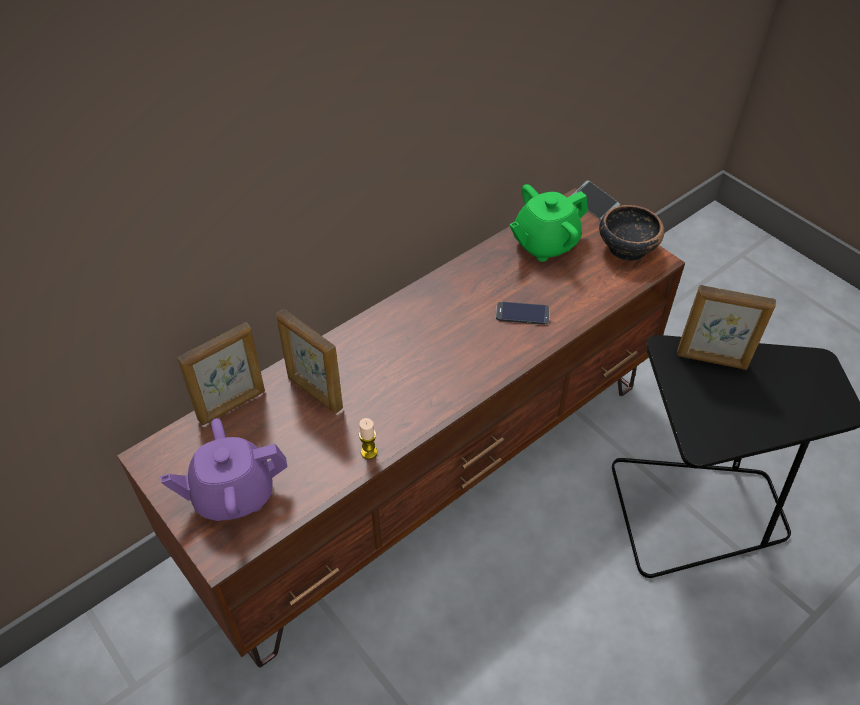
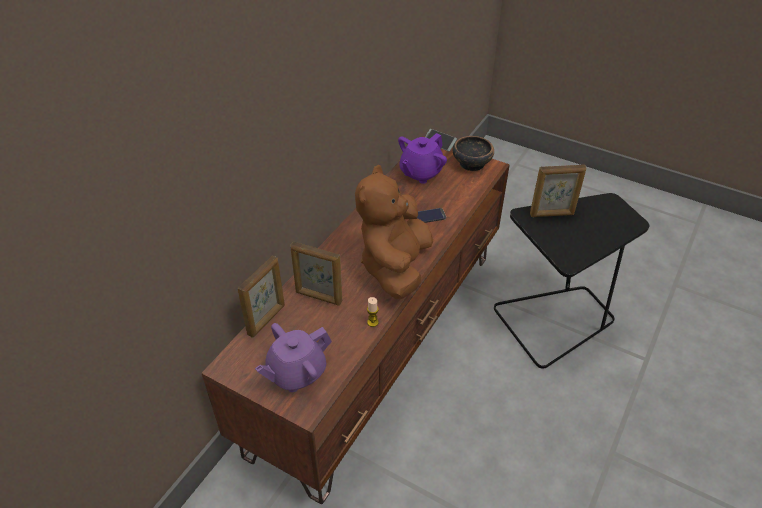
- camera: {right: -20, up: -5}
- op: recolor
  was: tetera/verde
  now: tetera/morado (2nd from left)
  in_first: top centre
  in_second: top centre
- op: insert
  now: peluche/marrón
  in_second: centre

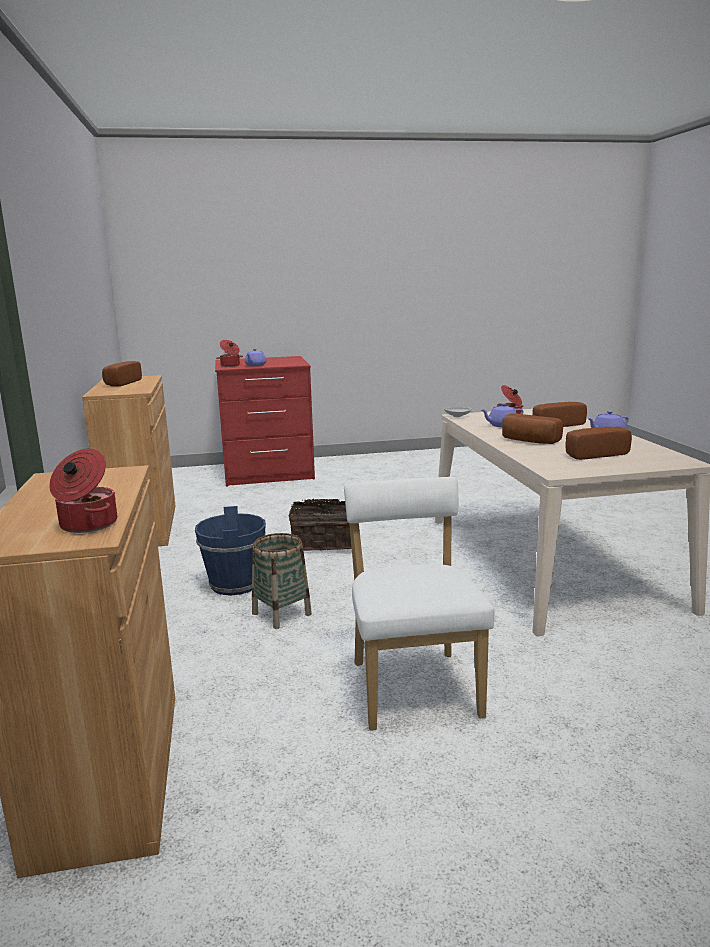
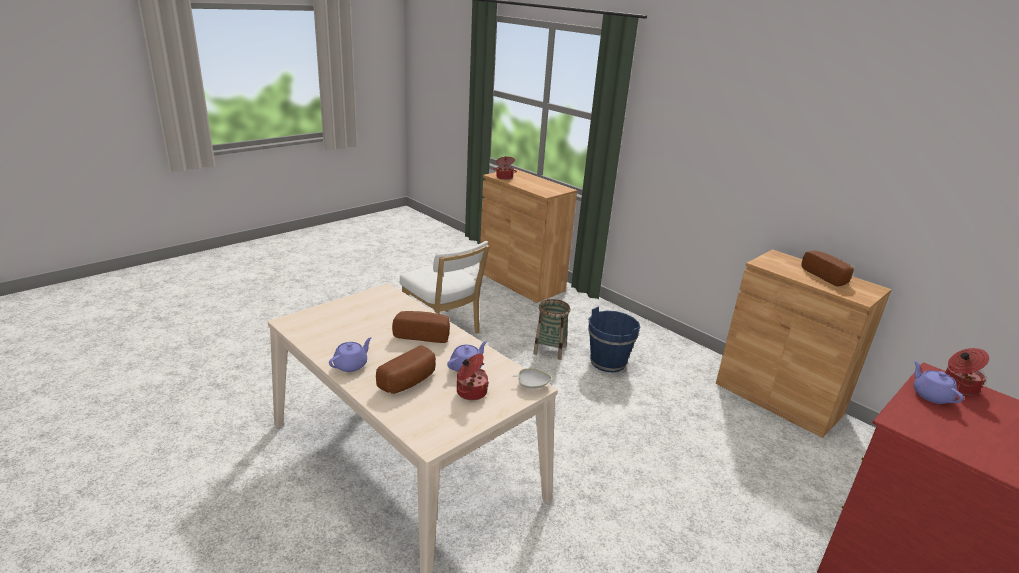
- camera: {right: 145, up: 10}
- op: delete
  was: cesta (2nd from left)
  in_first: centre
- op: delete
  was: pan (4th from left)
  in_first: middle right

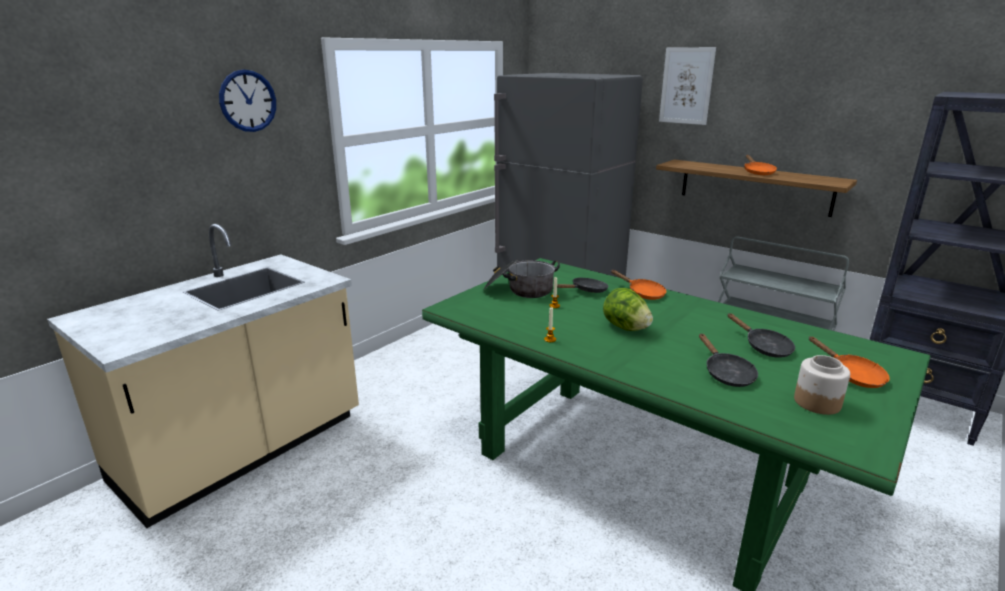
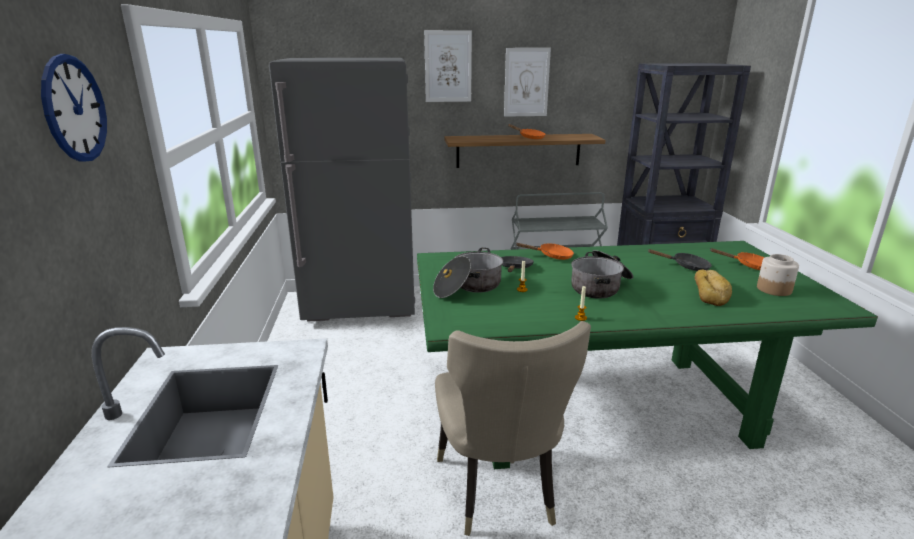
- camera: {right: -45, up: 0}
- op: replace
  was: lechuga
  now: olla (2nd from left)
  in_first: centre
  in_second: centre
- op: replace
  was: sartén/negro (2nd from left)
  now: pan
  in_first: middle right
  in_second: middle right
- op: insert
  now: silla/beis
  in_second: bottom centre
- op: insert
  now: cuadro (2nd from left)
  in_second: top centre

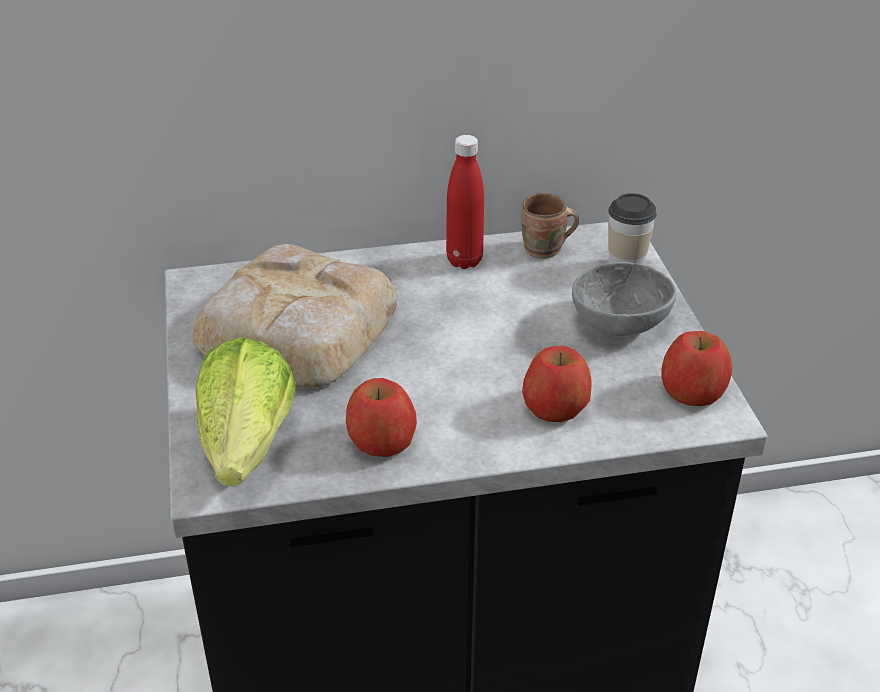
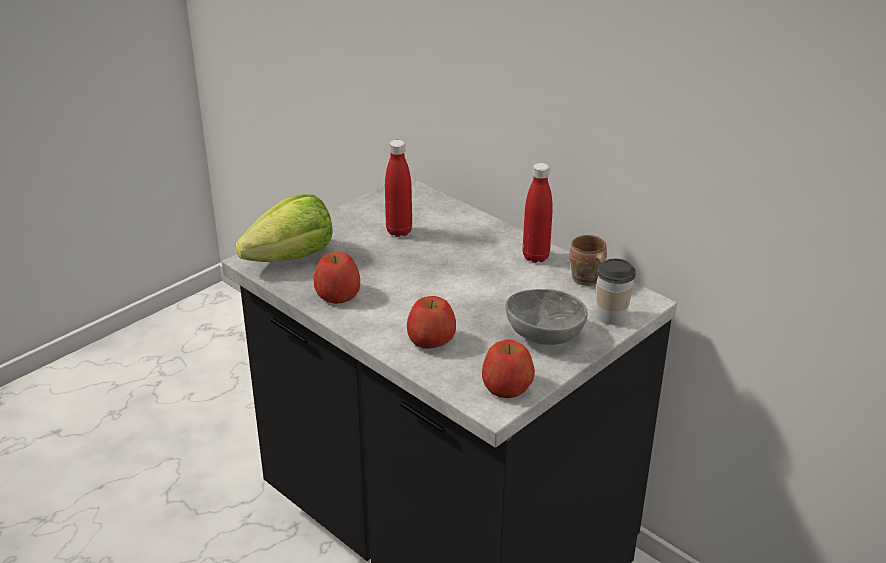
- camera: {right: 55, up: -5}
- op: replace
  was: pan
  now: botella/rojo (1st from left)
  in_first: centre
  in_second: centre

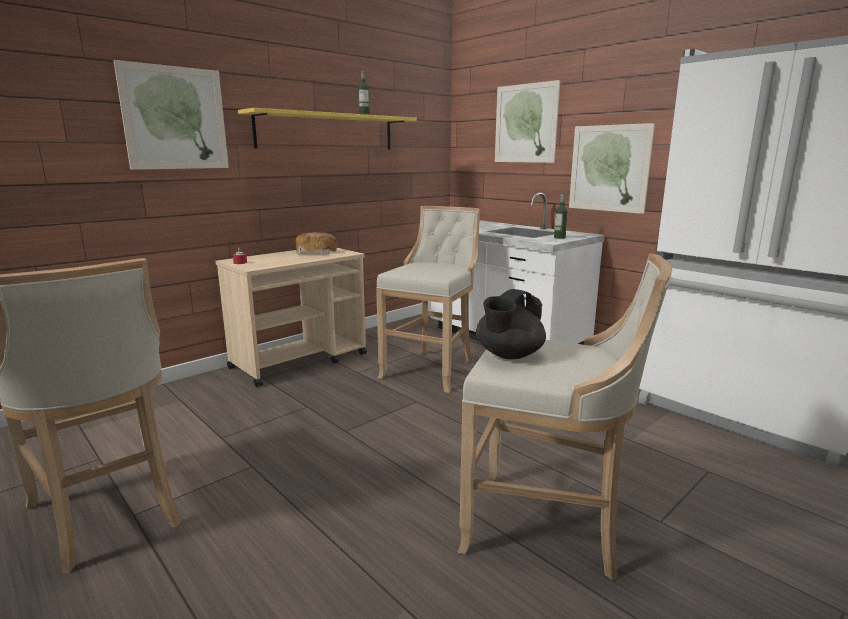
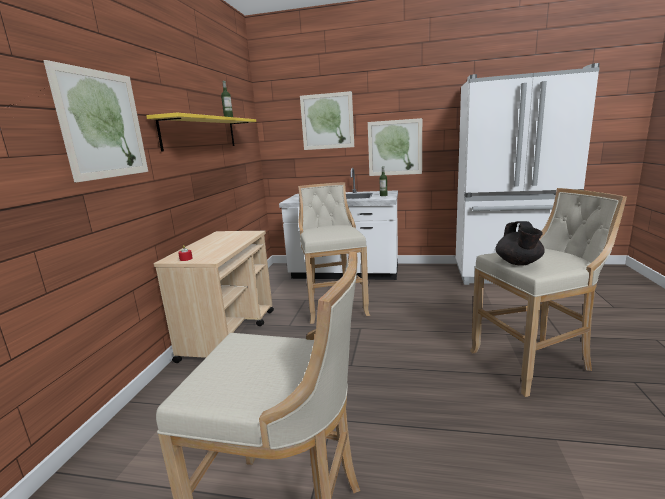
- camera: {right: -35, up: 0}
- op: delete
  was: pan
  in_first: centre

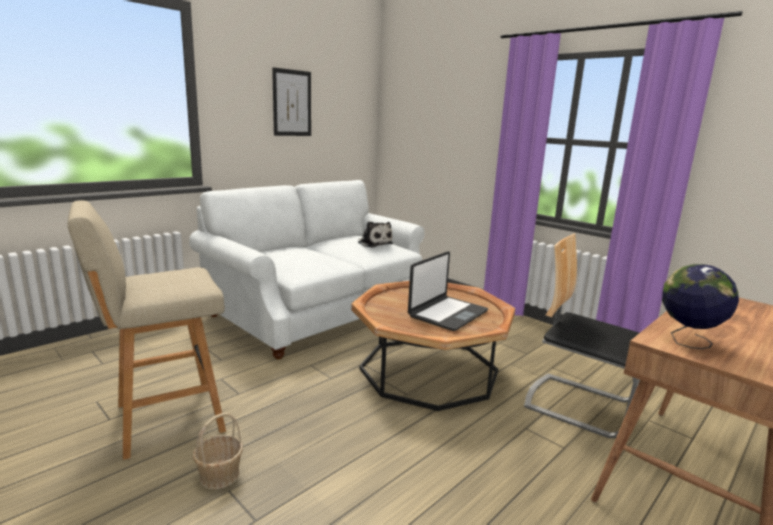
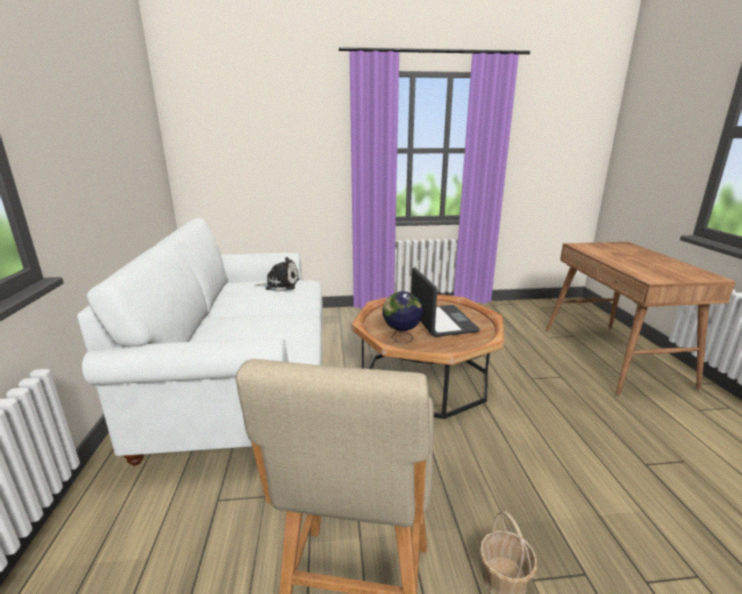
- camera: {right: -50, up: 5}
- op: delete
  was: cuadro
  in_first: top centre
- op: delete
  was: silla
  in_first: middle right
- op: move
  was: globo terráqueo
  in_first: middle right
  in_second: centre

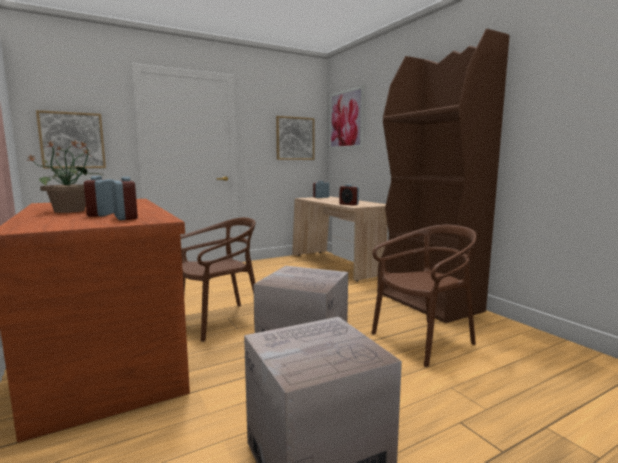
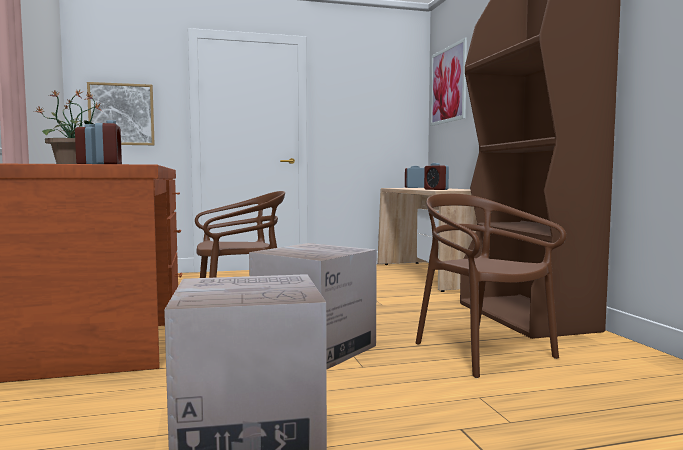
- camera: {right: 15, up: -5}
- op: delete
  was: cuadro (2nd from left)
  in_first: top centre
- op: rotate
  was: silla/marrón (2nd from left)
  in_first: middle right
  in_second: middle right
  clockwise: -105

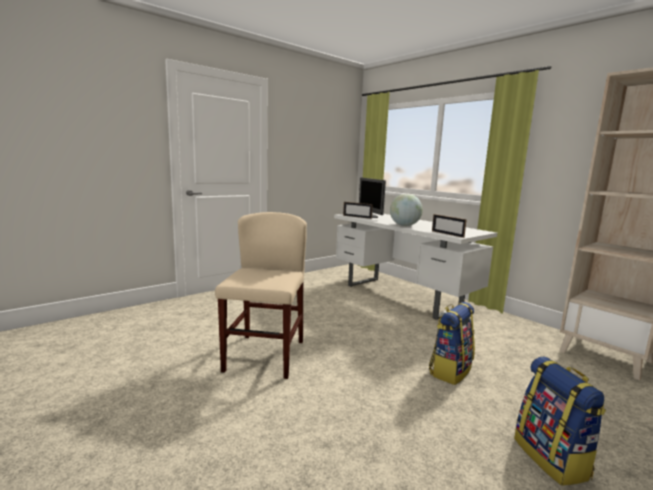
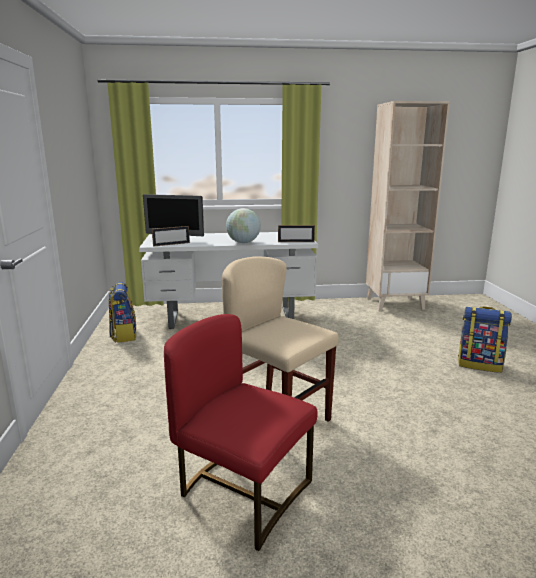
- camera: {right: -55, up: 5}
- op: move
  was: mochila (1st from left)
  in_first: bottom right
  in_second: middle left
- op: insert
  now: silla/rojo
  in_second: bottom centre

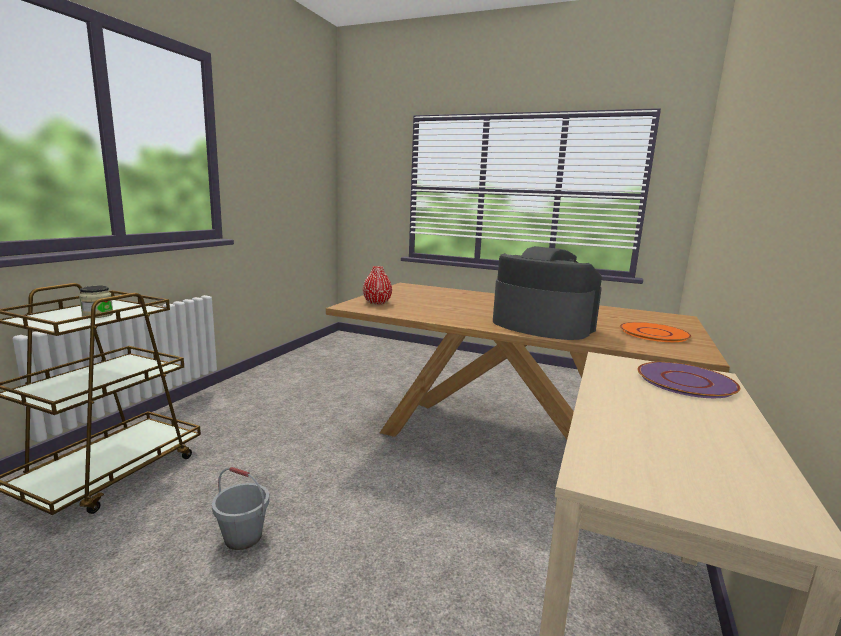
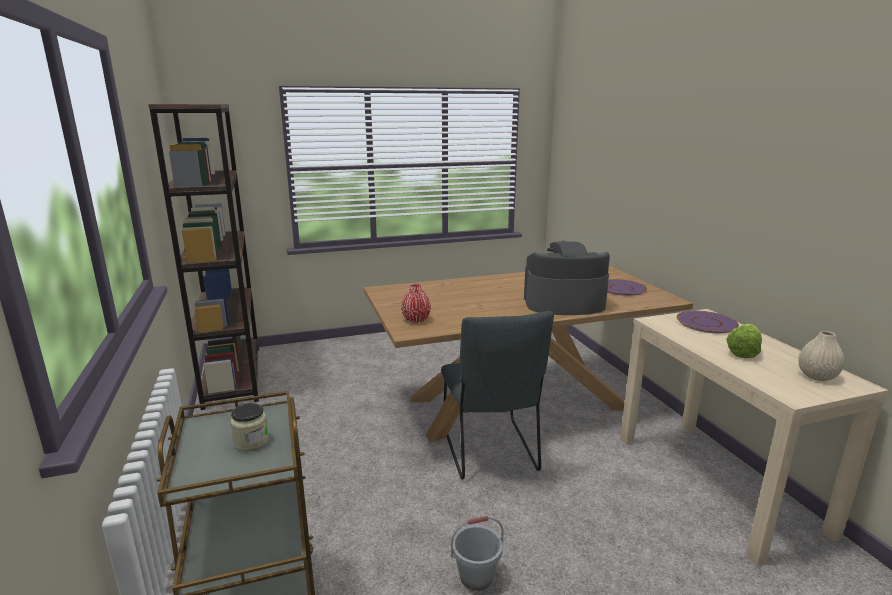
- camera: {right: -40, up: 5}
- op: recolor
  was: plato/naranja
  now: plato/morado (1st from left)
  in_first: middle right
  in_second: middle right
- op: insert
  now: estantería/marrón
  in_second: middle left
- op: insert
  now: silla/gris
  in_second: centre
- op: insert
  now: lechuga
  in_second: middle right
- op: insert
  now: florero/beis
  in_second: middle right

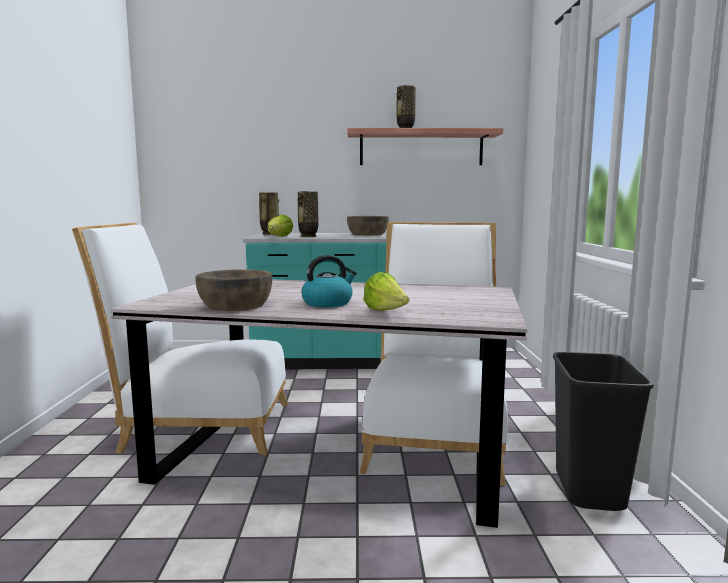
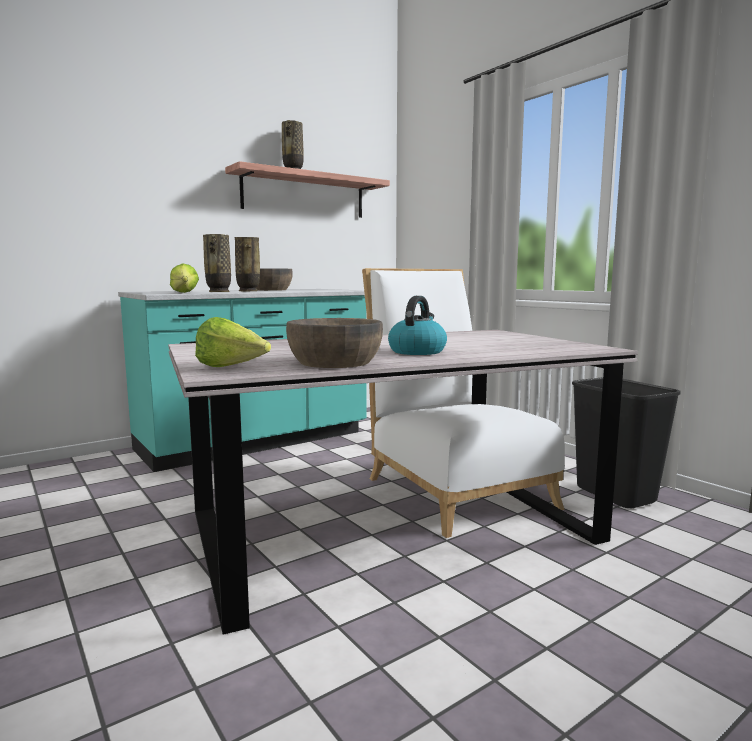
- camera: {right: -35, up: 0}
- op: delete
  was: silla/blanco (1st from left)
  in_first: middle left
- op: move
  was: florero (1st from left in the first image)
  now: florero (2nd from left)
  in_first: centre
  in_second: middle left
- op: move
  was: lechuga (2nd from left)
  in_first: centre
  in_second: middle left

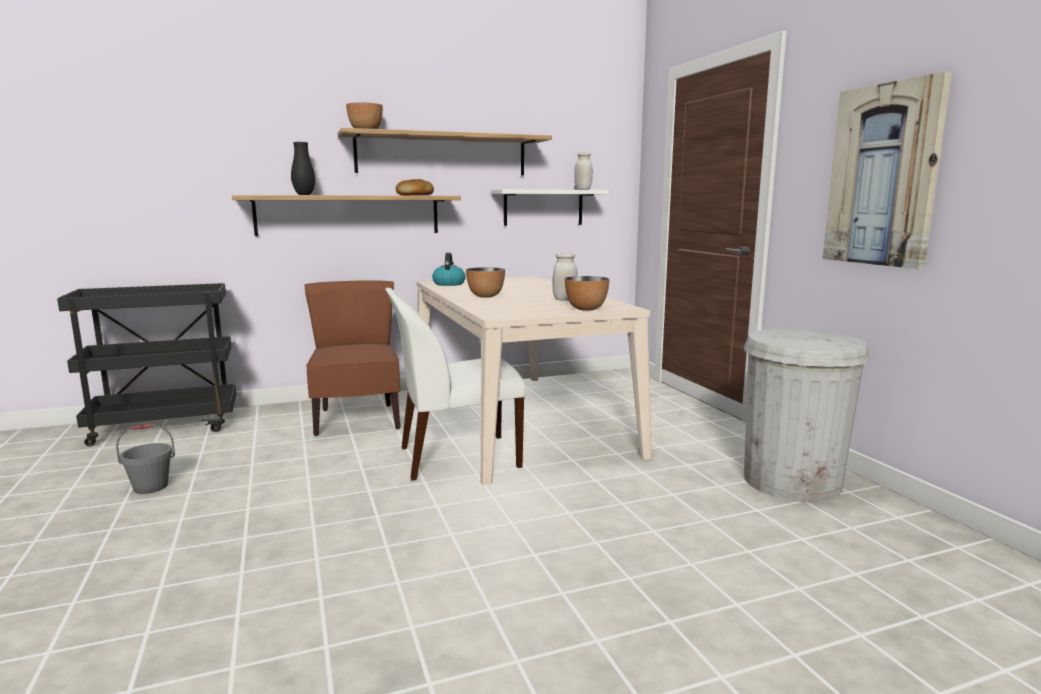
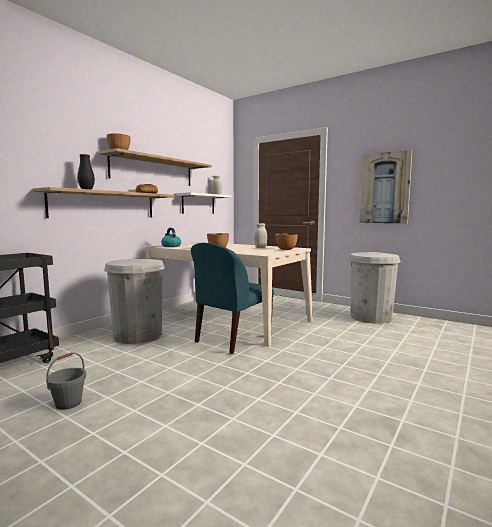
- camera: {right: -35, up: -5}
- op: replace
  was: silla/marrón
  now: papelera/blanco (1st from left)
  in_first: centre
  in_second: middle left
- op: recolor
  was: silla/blanco
  now: silla/azul
  in_first: centre
  in_second: centre

